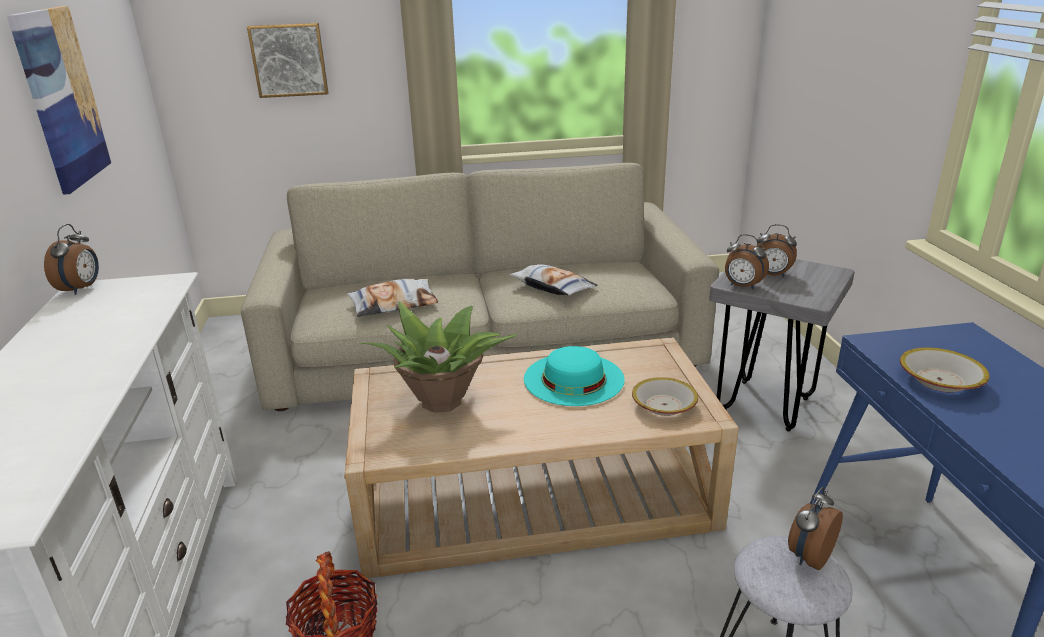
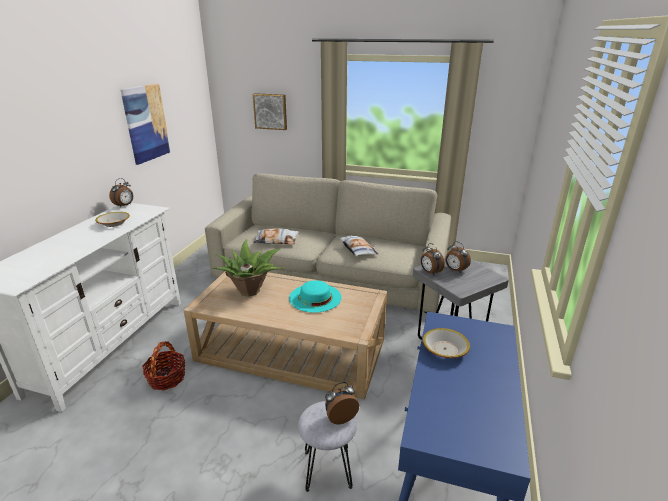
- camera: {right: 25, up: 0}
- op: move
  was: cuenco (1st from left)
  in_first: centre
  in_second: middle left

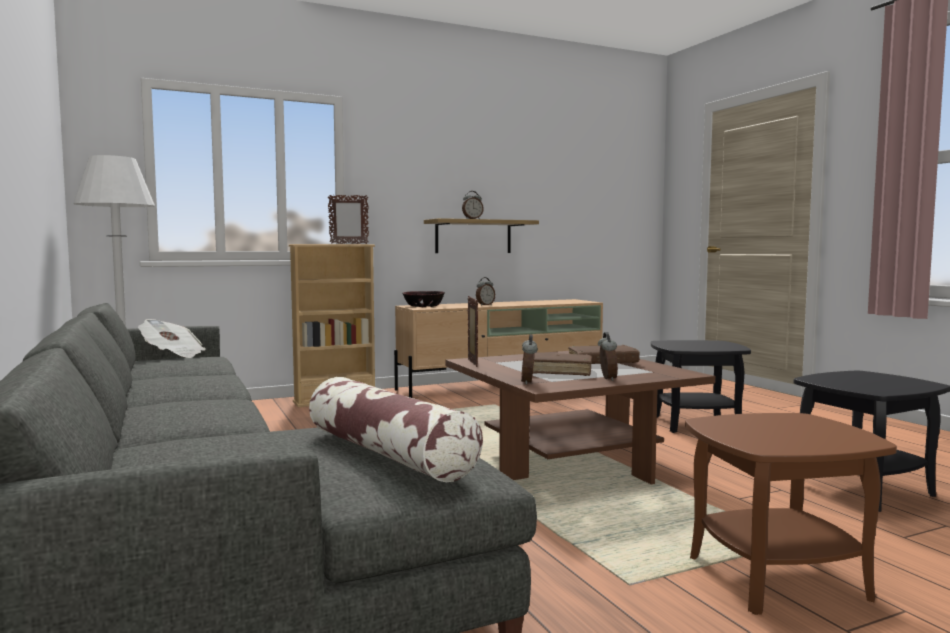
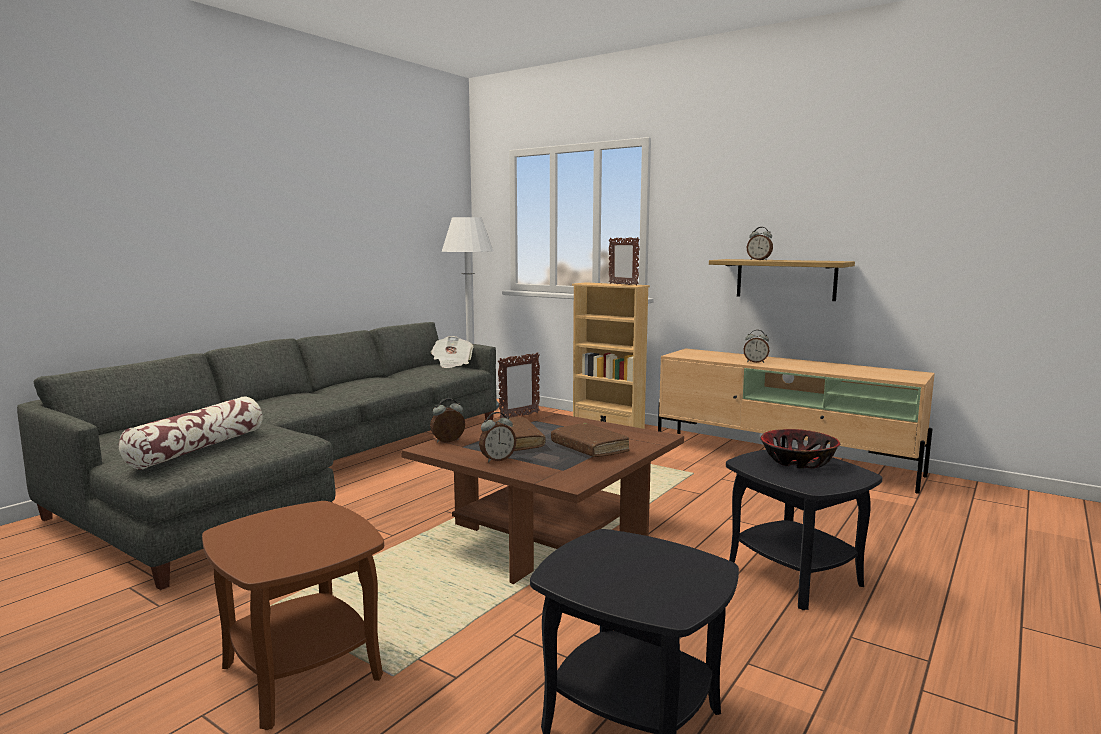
- camera: {right: 60, up: 5}
- op: move
  was: cuenco
  in_first: centre
  in_second: middle right

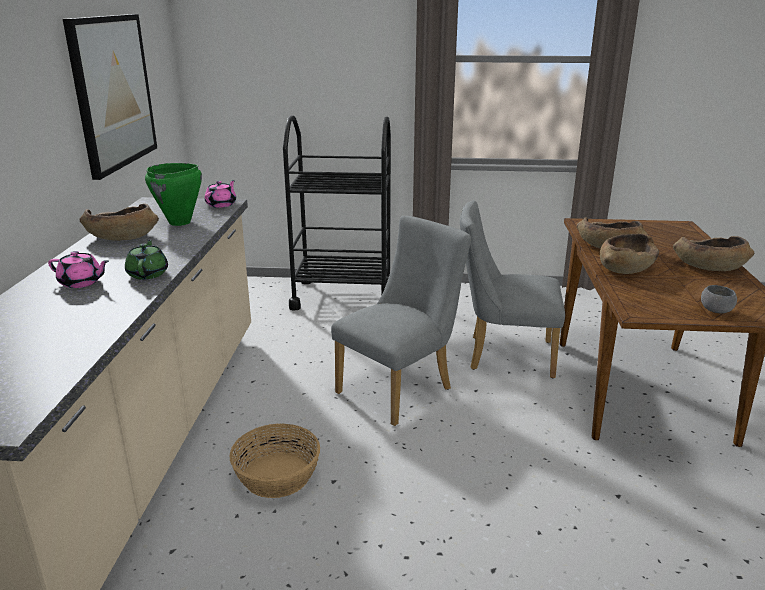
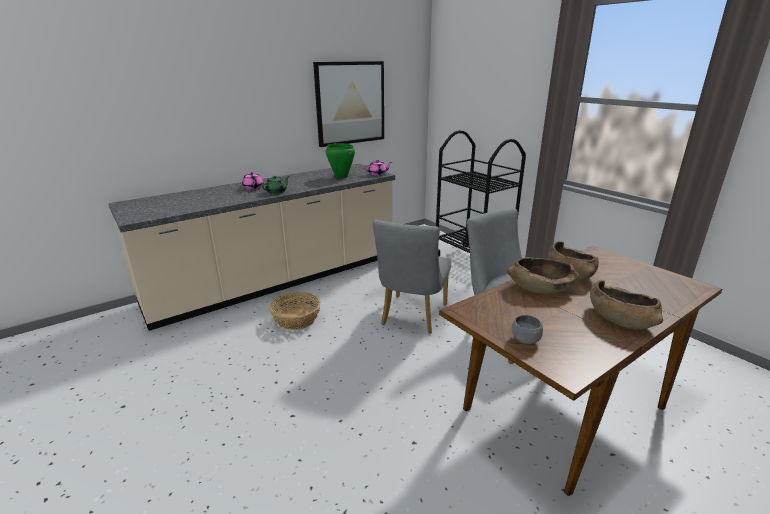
- camera: {right: 50, up: 0}
- op: delete
  was: cuenco/marrón (1st from left)
  in_first: middle left
- op: rotate
  was: silla/gris (1st from left)
  in_first: centre
  in_second: centre
  clockwise: 105

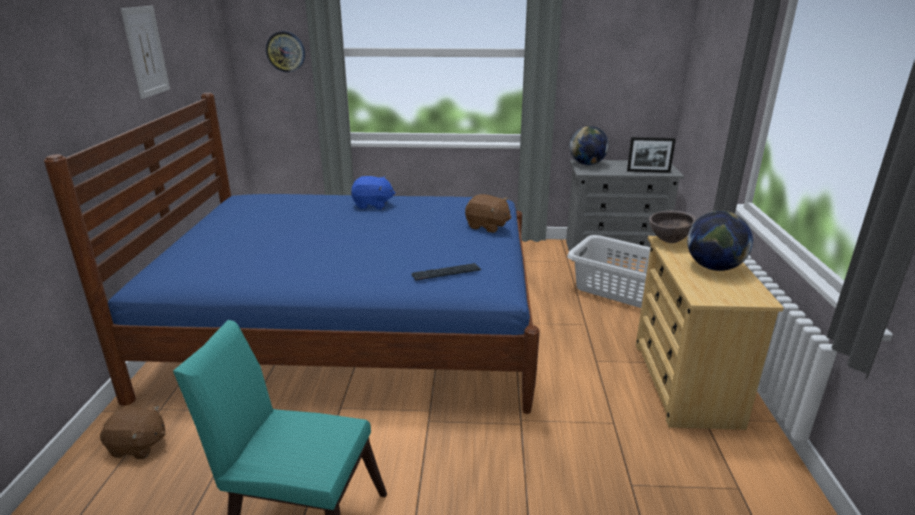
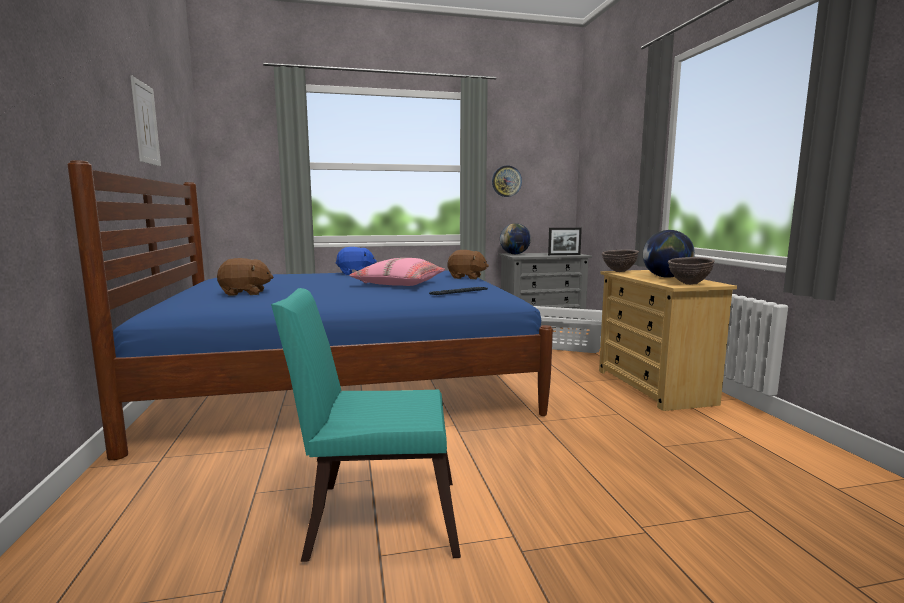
- camera: {right: -15, up: -15}
- op: move
  was: peluche/marrón (1st from left)
  in_first: bottom left
  in_second: middle left
- op: move
  was: reloj de pared
  in_first: top left
  in_second: top centre
- op: insert
  now: cojín/rosa
  in_second: centre
- op: insert
  now: cuenco/marrón (2nd from left)
  in_second: middle right

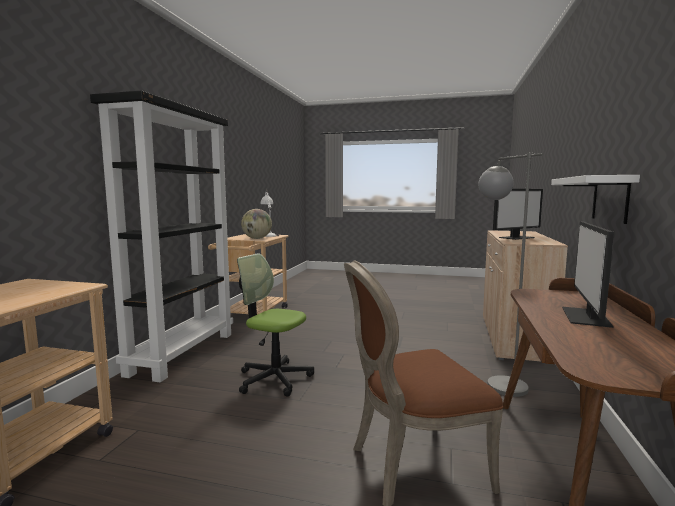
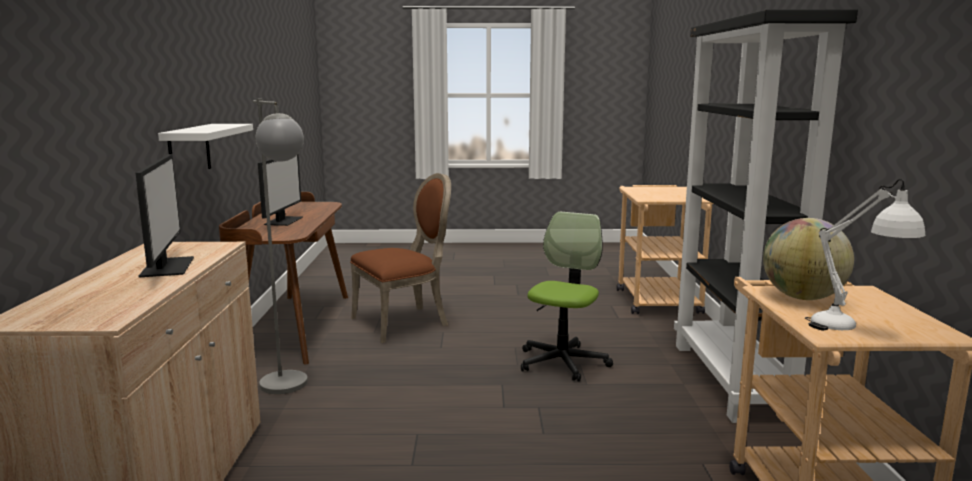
- camera: {right: 165, up: 5}
- op: rotate
  was: silla de oficina
  in_first: centre
  in_second: centre
  clockwise: -75
- op: rotate
  was: monitor (1st from left)
  in_first: middle right
  in_second: middle left
  clockwise: 120

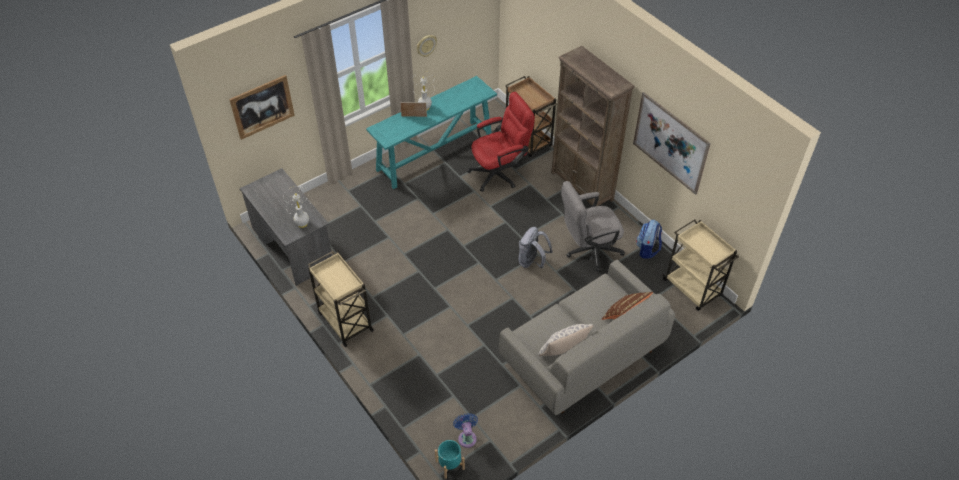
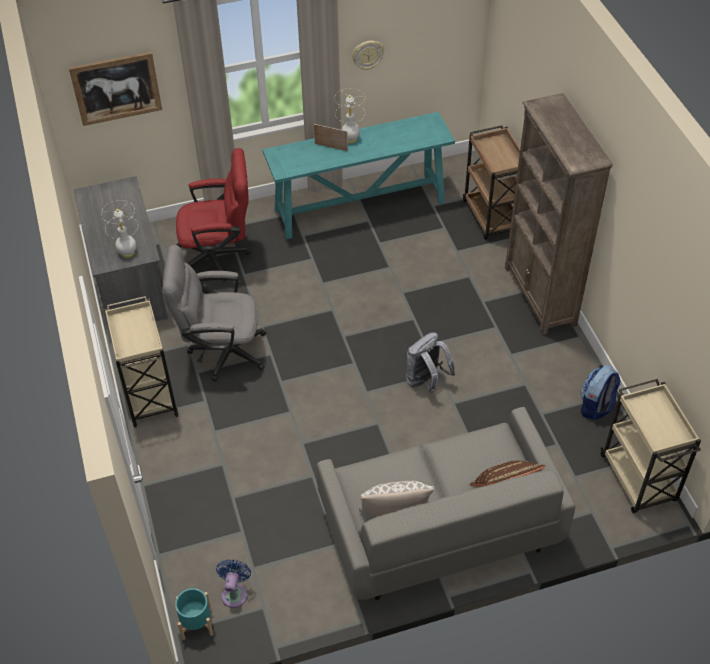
- camera: {right: 20, up: 0}
- op: move
  was: silla de oficina/rojo
  in_first: top centre
  in_second: top left
- op: move
  was: silla de oficina/gris
  in_first: centre
  in_second: middle left
- op: delete
  was: cuadro (2nd from left)
  in_first: top right

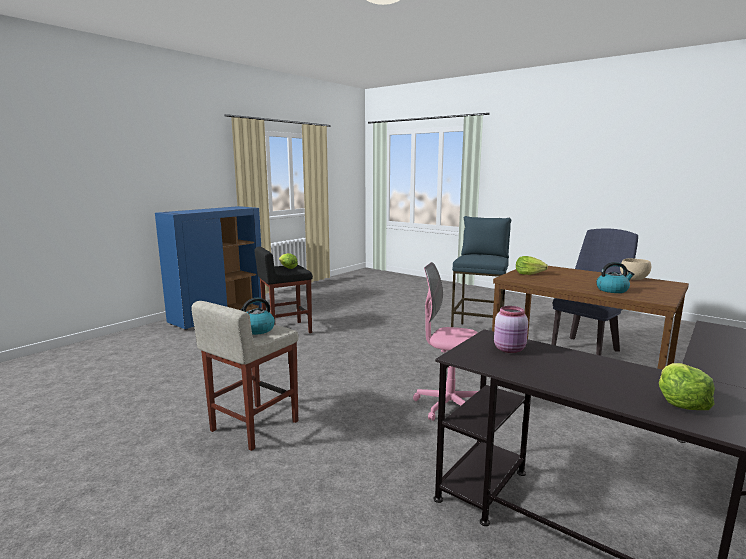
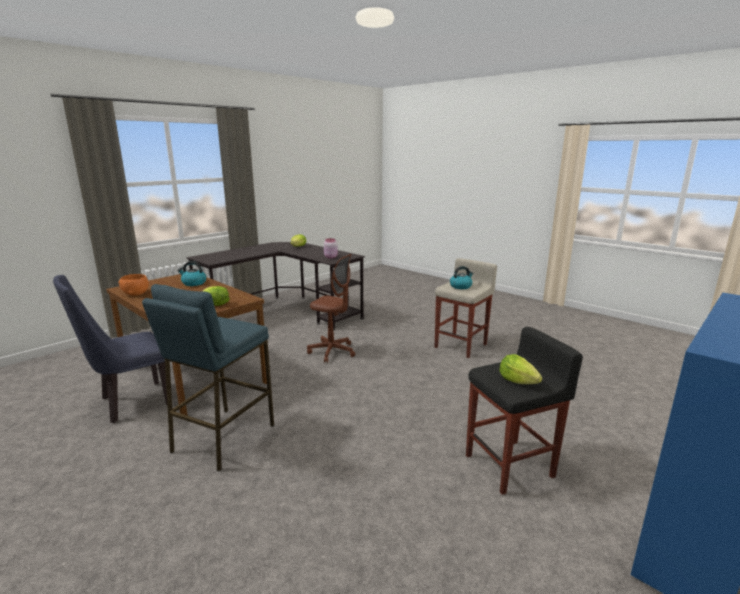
- camera: {right: -175, up: 5}
- op: recolor
  was: silla de oficina/rosa
  now: silla de oficina/marrón
  in_first: centre
  in_second: centre
- op: recolor
  was: cuenco/beis
  now: cuenco/naranja
  in_first: middle right
  in_second: middle left

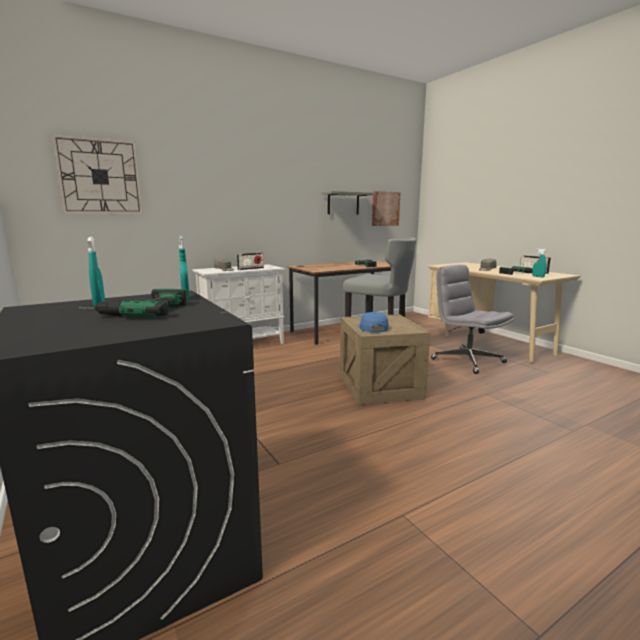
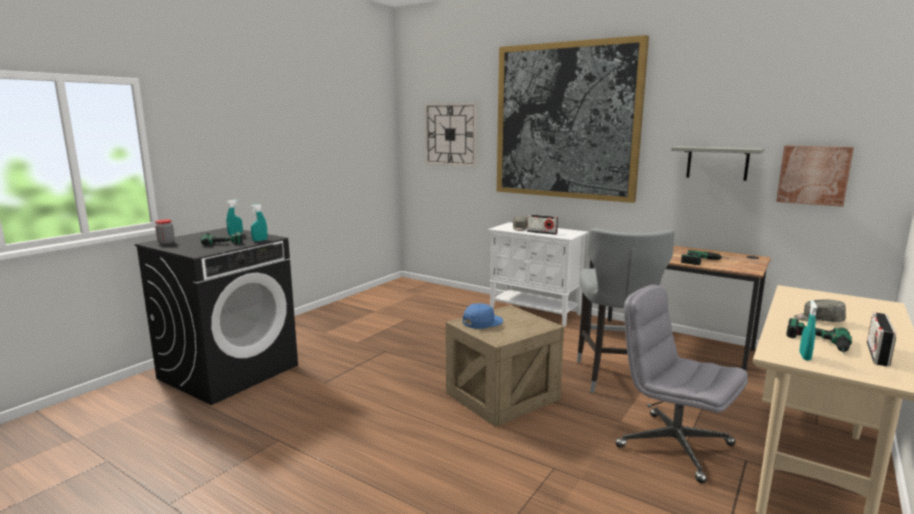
- camera: {right: 65, up: 0}
- op: rotate
  was: silla de oficina/gris
  in_first: middle right
  in_second: bottom right
  clockwise: -75
- op: insert
  now: tarro
  in_second: middle left
- op: insert
  now: cuadro (1st from left)
  in_second: top centre

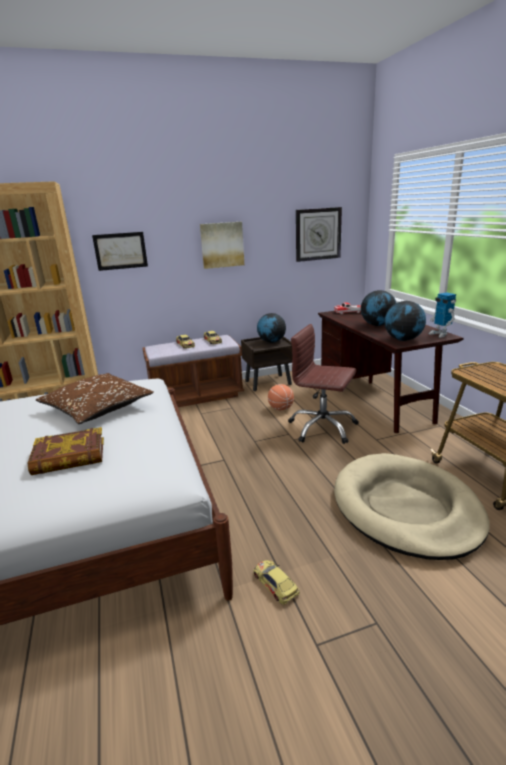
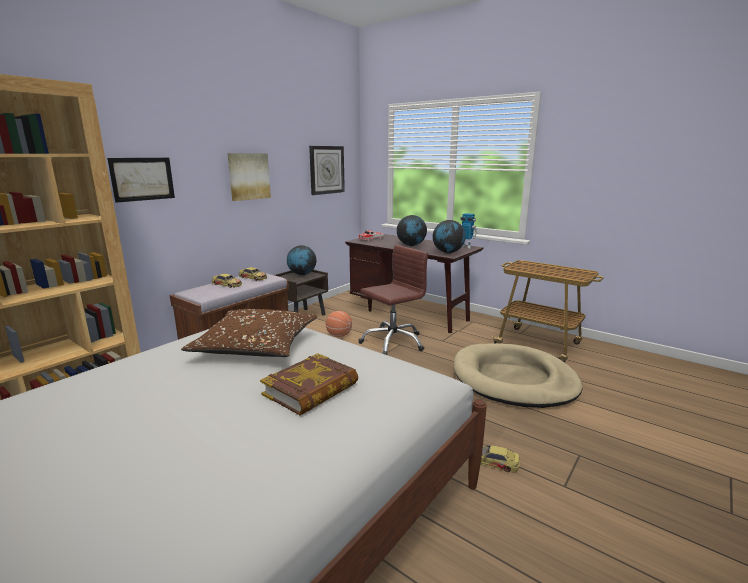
- camera: {right: -35, up: -5}
- op: rotate
  was: silla de oficina/marrón
  in_first: centre
  in_second: centre
  clockwise: 150

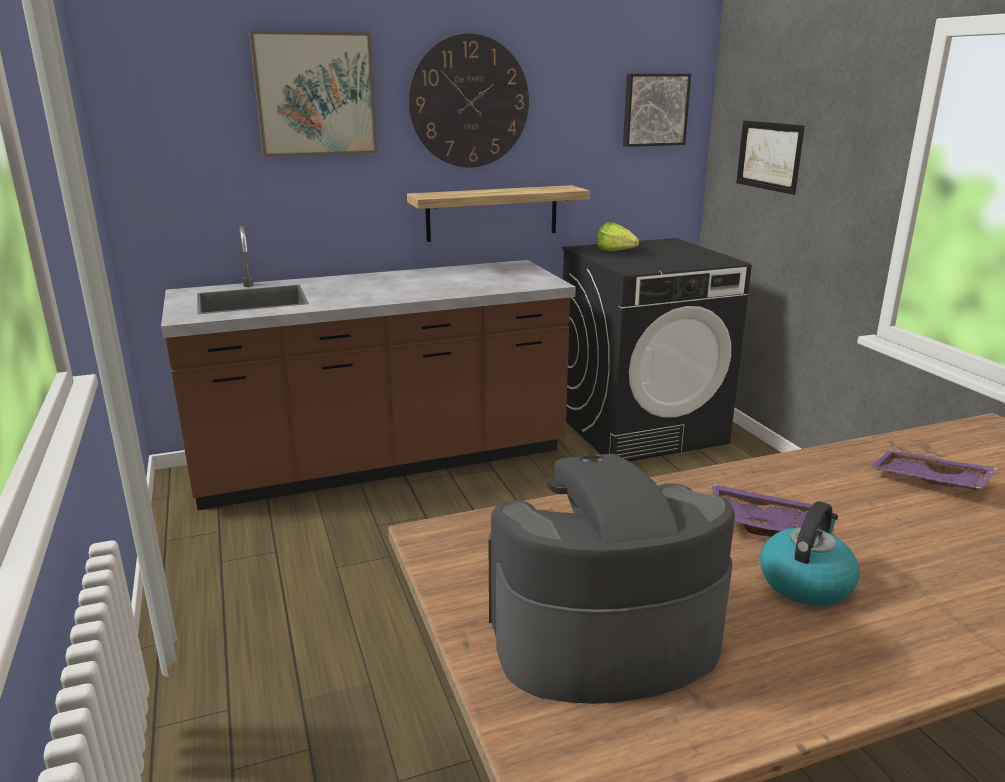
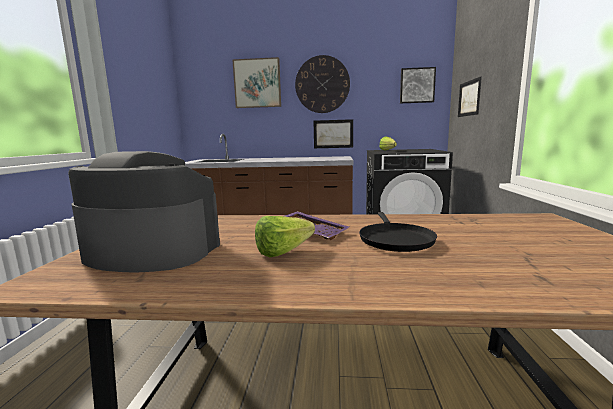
- camera: {right: 25, up: -10}
- op: replace
  was: estante
  now: cuadro (2nd from left)
  in_first: top centre
  in_second: top centre
- op: replace
  was: hervidor
  now: lechuga (1st from left)
  in_first: bottom right
  in_second: centre
- op: delete
  was: bandeja/morado (2nd from left)
  in_first: middle right
- op: insert
  now: sartén/negro
  in_second: centre

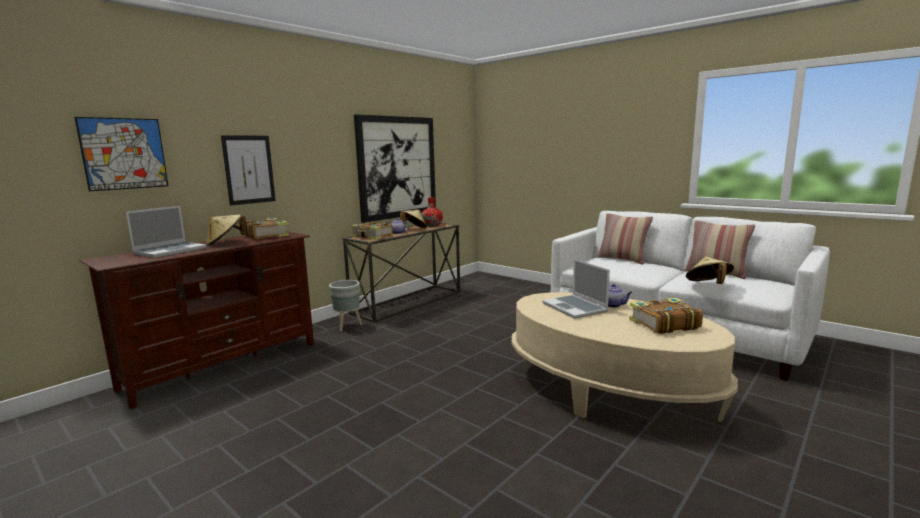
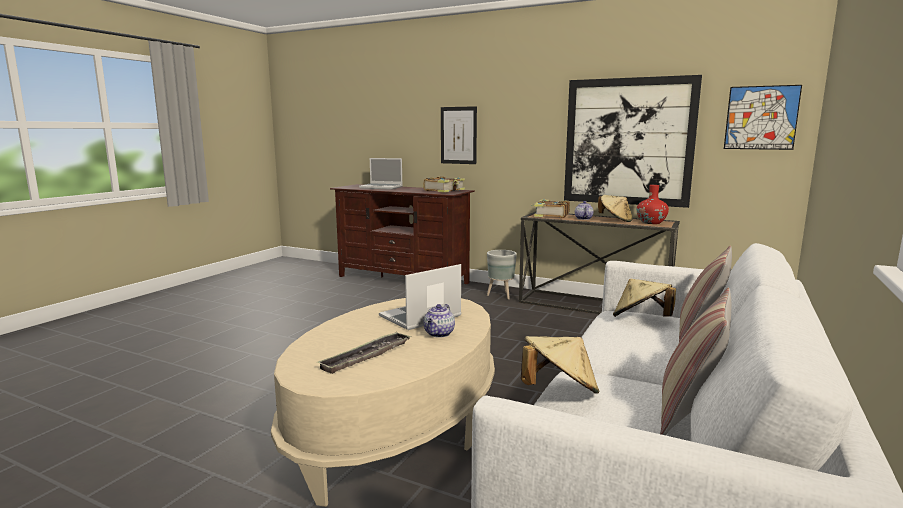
- camera: {right: 75, up: 0}
- op: move
  was: cuadro (1st from left in the first image)
  now: cuadro (3rd from left)
  in_first: top left
  in_second: top right
- op: move
  was: sombrero/beis (1st from left in the first image)
  now: sombrero/beis (3rd from left)
  in_first: middle left
  in_second: middle right
- op: replace
  was: libro (3rd from left)
  now: bandeja
  in_first: middle right
  in_second: bottom centre

